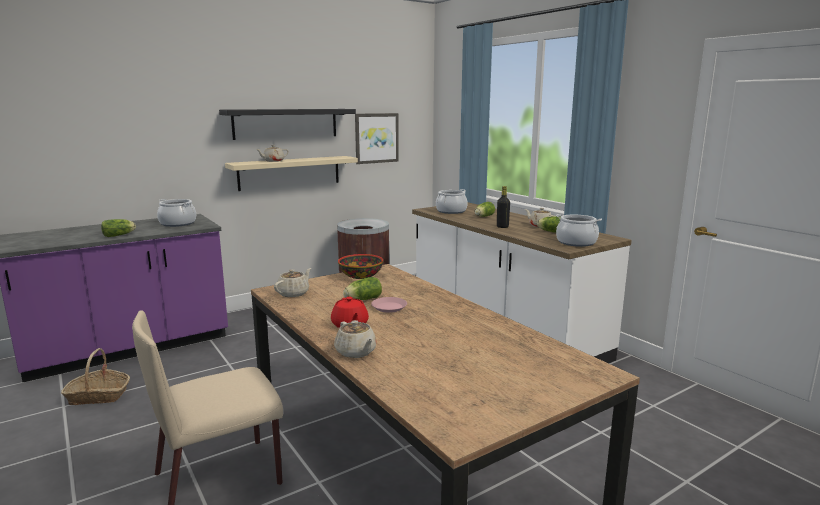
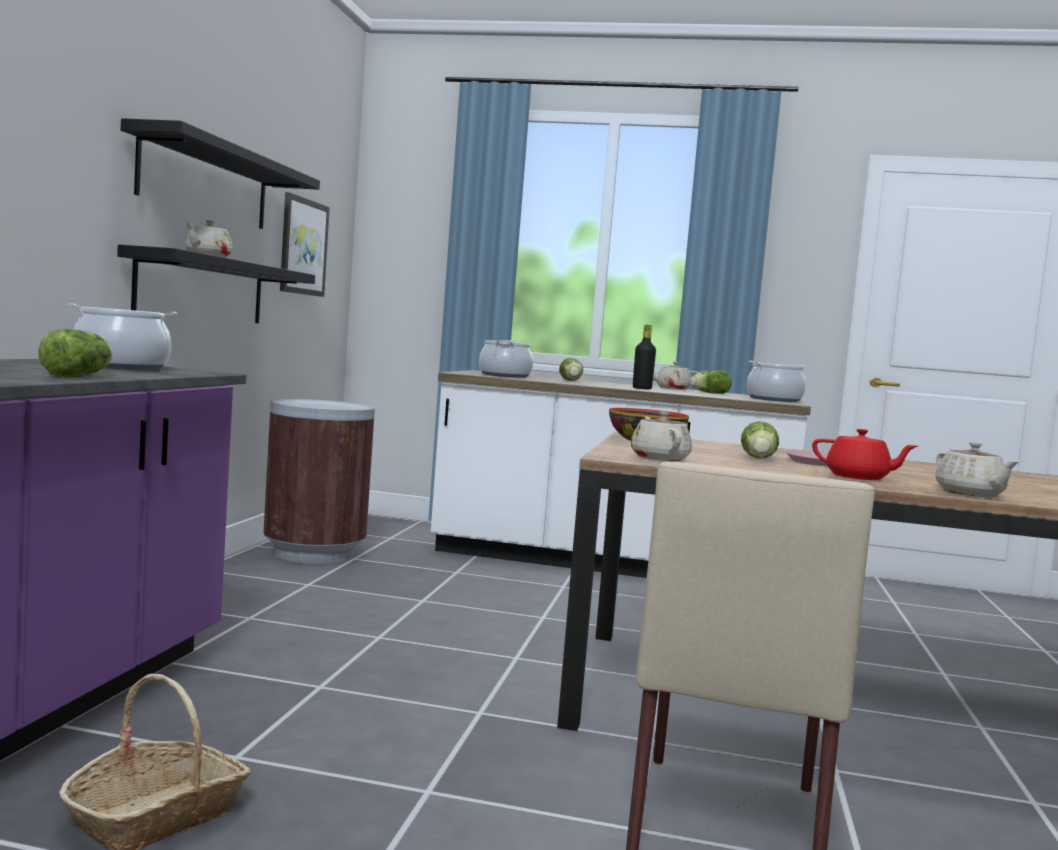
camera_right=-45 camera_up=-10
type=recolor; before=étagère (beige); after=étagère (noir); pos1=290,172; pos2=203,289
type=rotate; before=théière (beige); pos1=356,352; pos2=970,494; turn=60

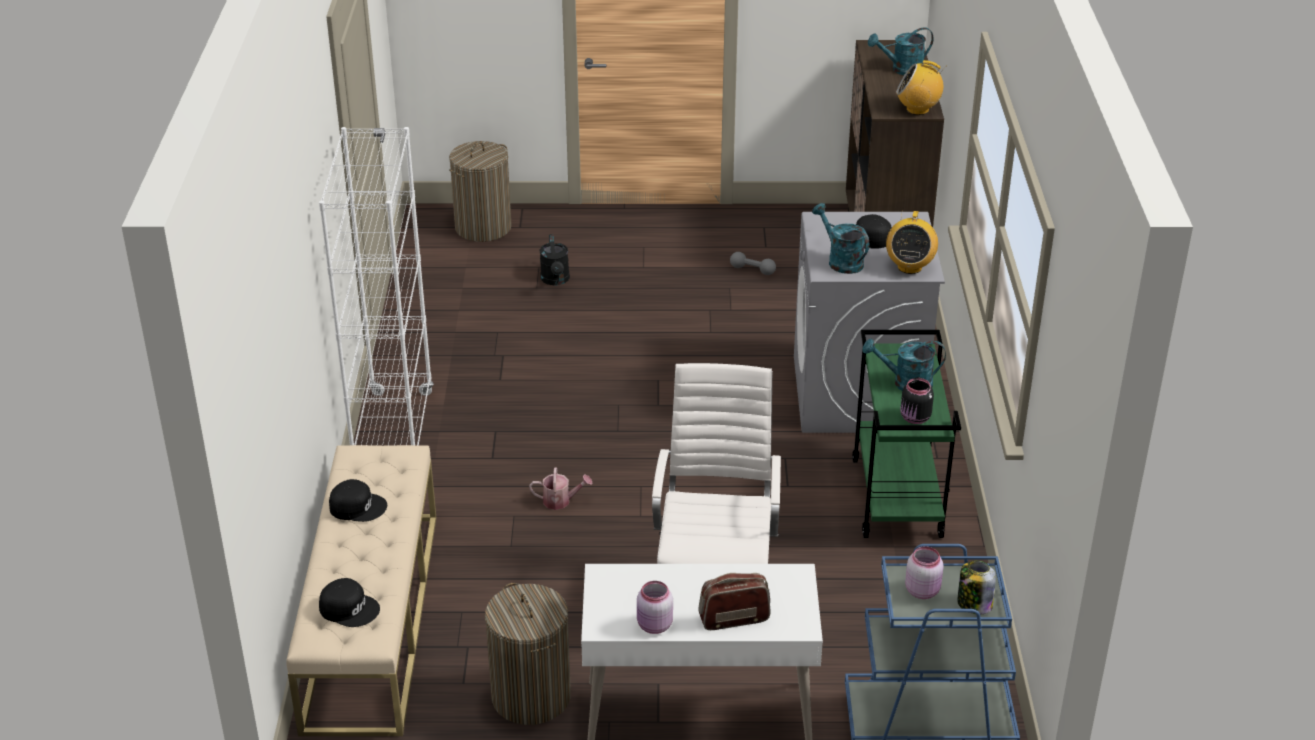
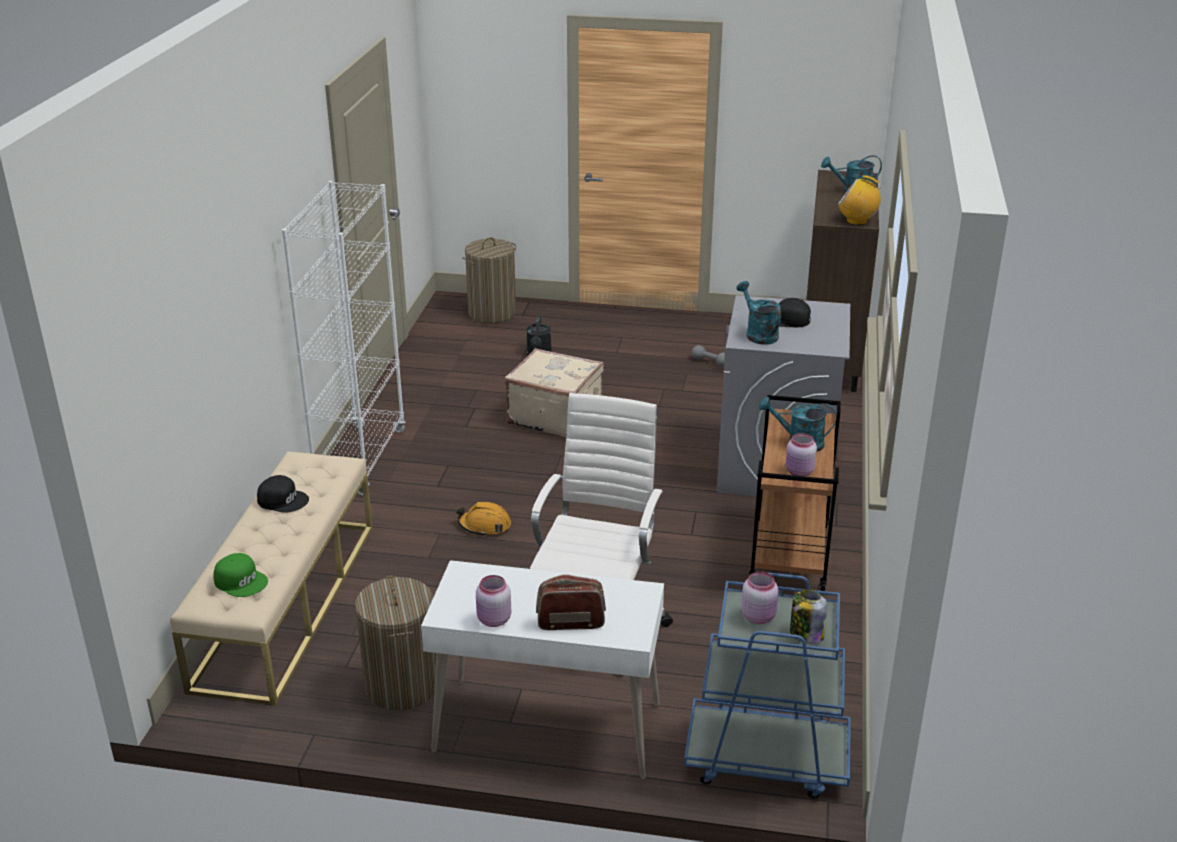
camera_right=10 camera_up=-5
type=recolor; before=casquette (noir); after=casquette (vert); pos1=349,608; pos2=241,581
type=replace; before=arrosoir; after=casque de chantier (orange); pos1=561,501; pos2=485,526
type=recolor; before=chariot (vert); after=chariot (marron); pos1=898,499; pos2=790,555
type=delete; before=radio; pos1=909,267
type=recolor; before=bocal (noir); after=bocal (rose); pos1=915,418; pos2=799,472
type=insert; after=valise (beige); pos2=555,416

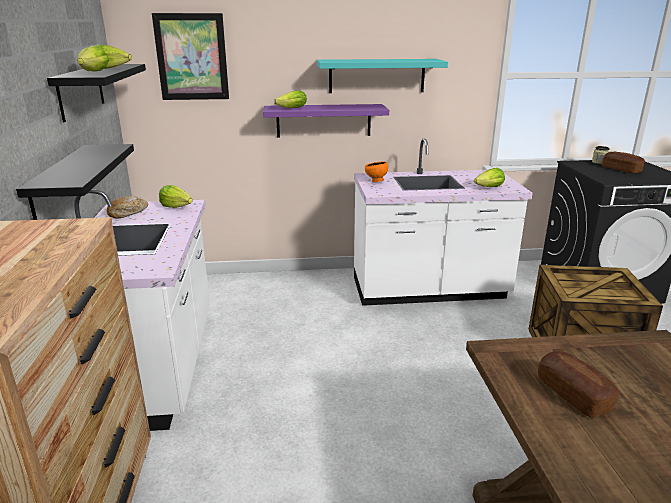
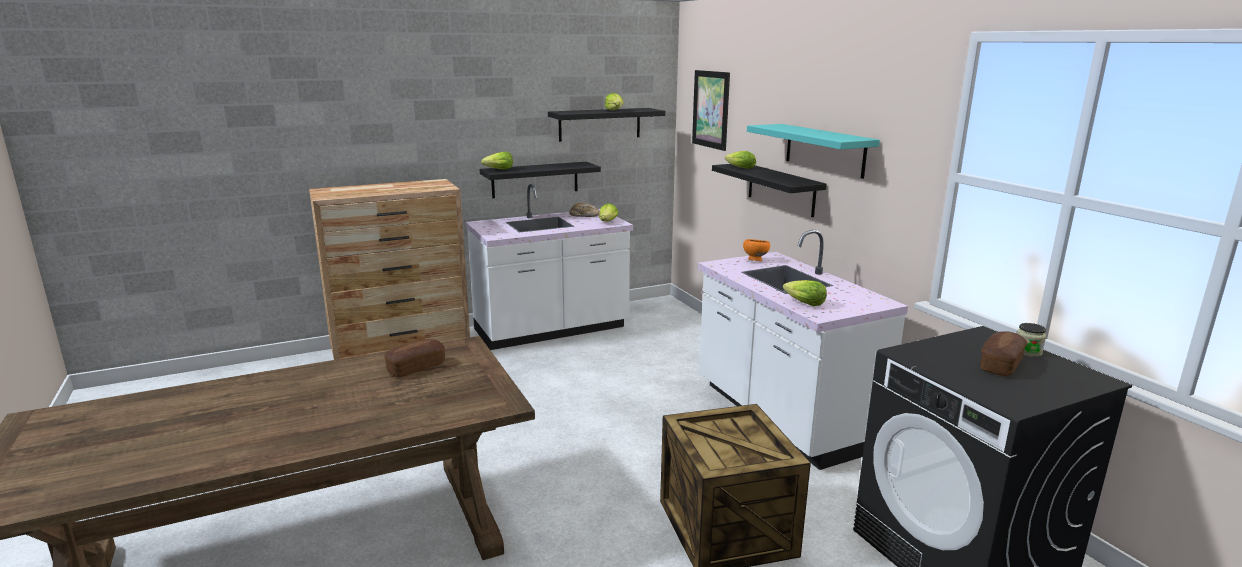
camera_right=70 camera_up=-5
type=move; before=laitue; pos1=94,72; pos2=499,170
type=recolor; before=étagère (violet); after=étagère (noir); pos1=323,120; pos2=781,189

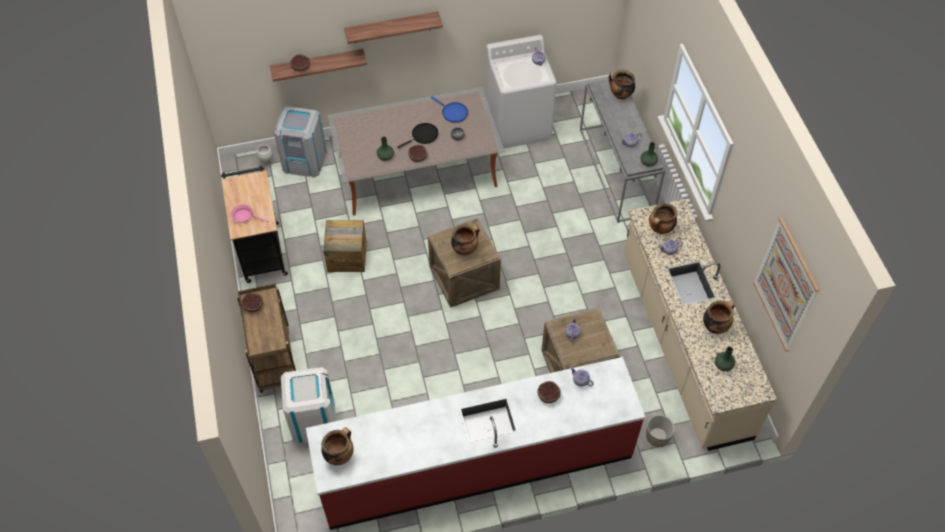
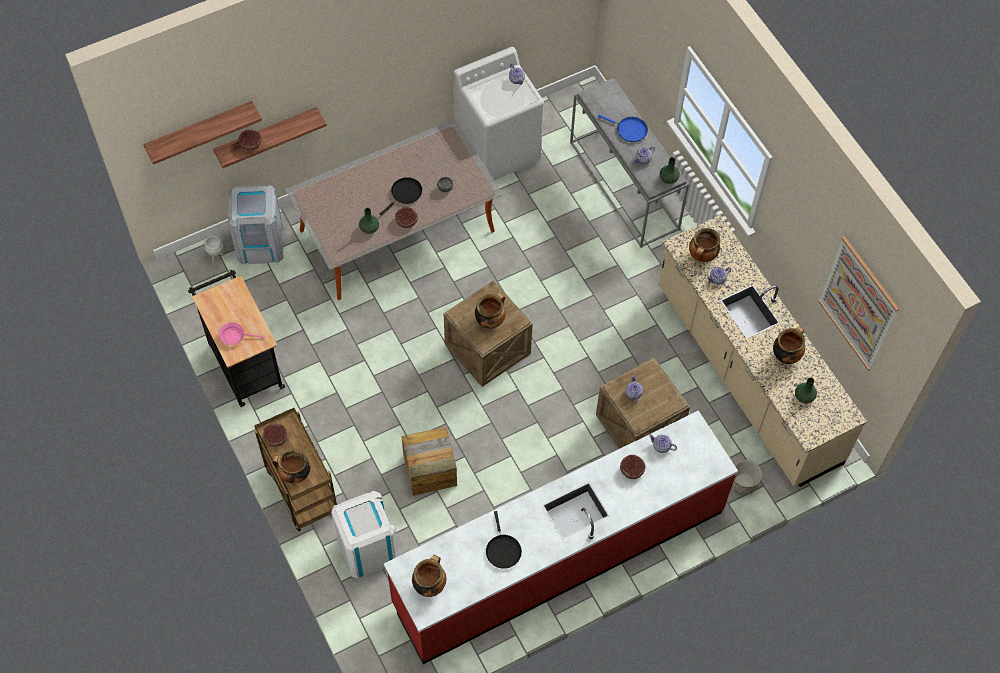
camera_right=-15 camera_up=5
type=move; before=caisse; pos1=347,256; pos2=430,470
type=move; before=étagère; pos1=392,27; pos2=200,130
type=move; before=poêle (bleu); pos1=453,113; pos2=629,130
type=move; before=marmite; pos1=620,95; pos2=294,474
type=insert; after=poêle (noir); pos2=502,550

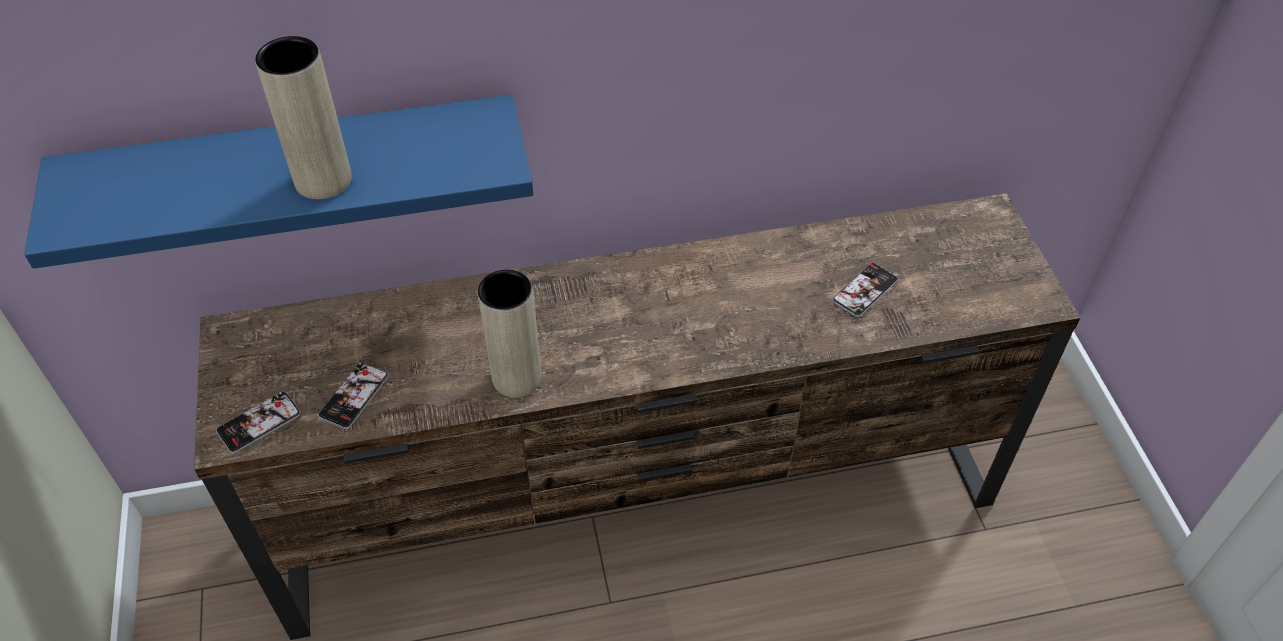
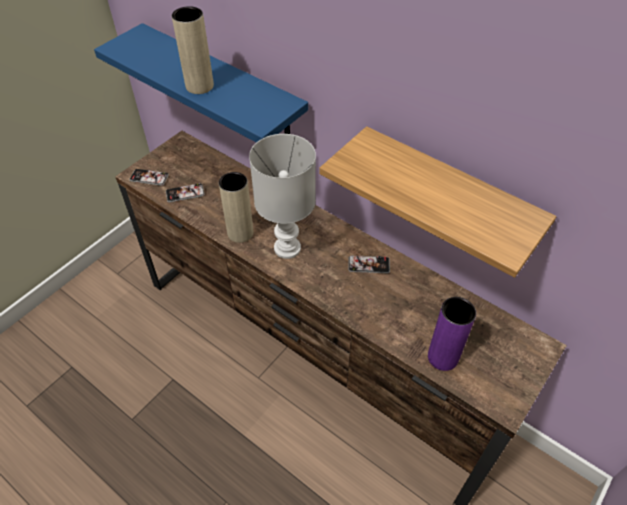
camera_right=50 camera_up=0
type=move; before=téléphone; pos1=865,291; pos2=369,265
type=insert; after=lampe de table (blanc); pos2=286,247
type=insert; after=étagère; pos2=448,195
type=insert; after=vase (violet); pos2=443,357

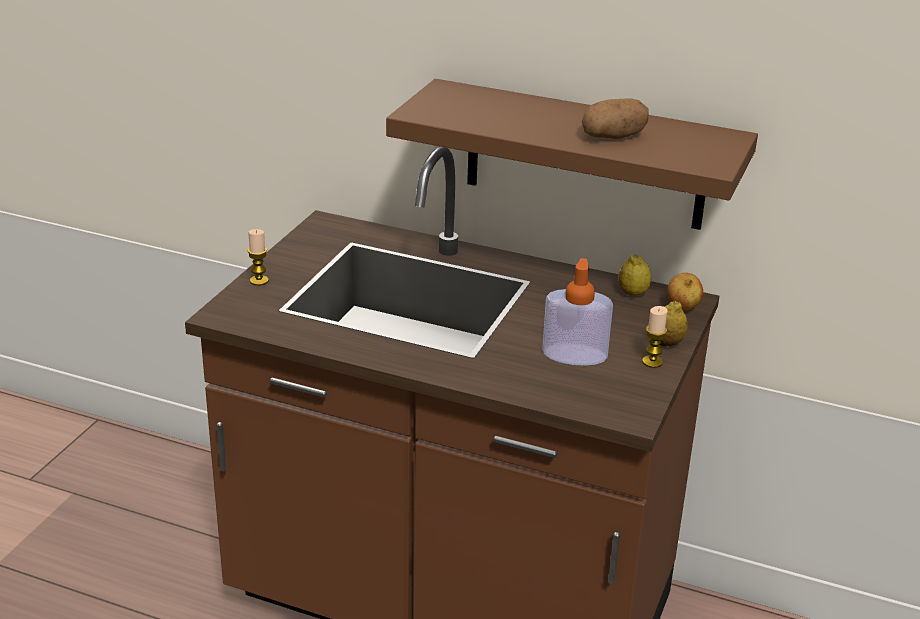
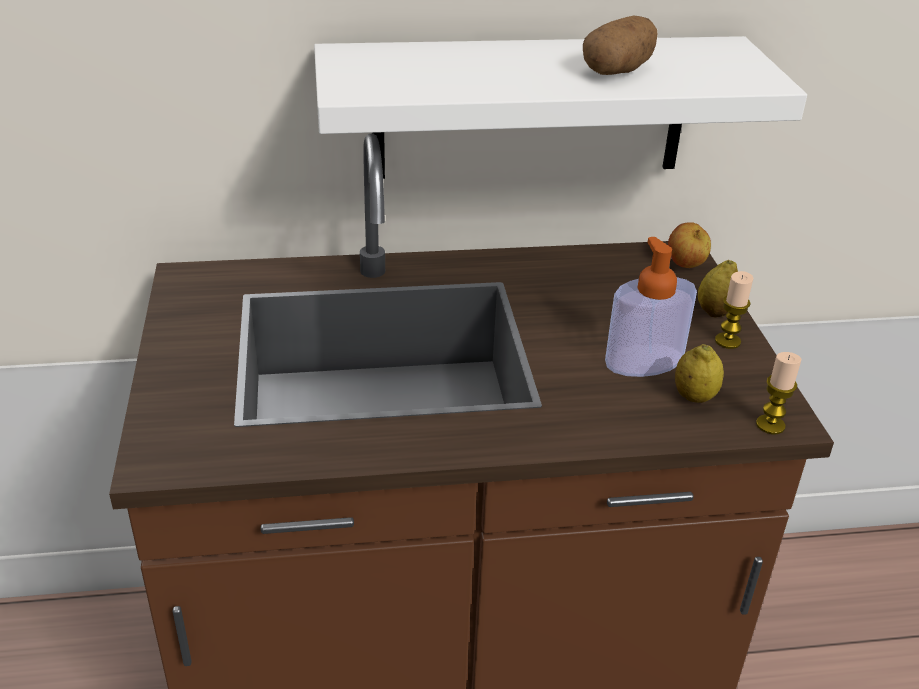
camera_right=-30 camera_up=5
type=move; before=bougie; pos1=259,281; pos2=770,425
type=recolor; before=étagère (marron); after=étagère (blanc); pos1=585,155; pos2=530,108
type=move; before=citron; pos1=633,293; pos2=694,397

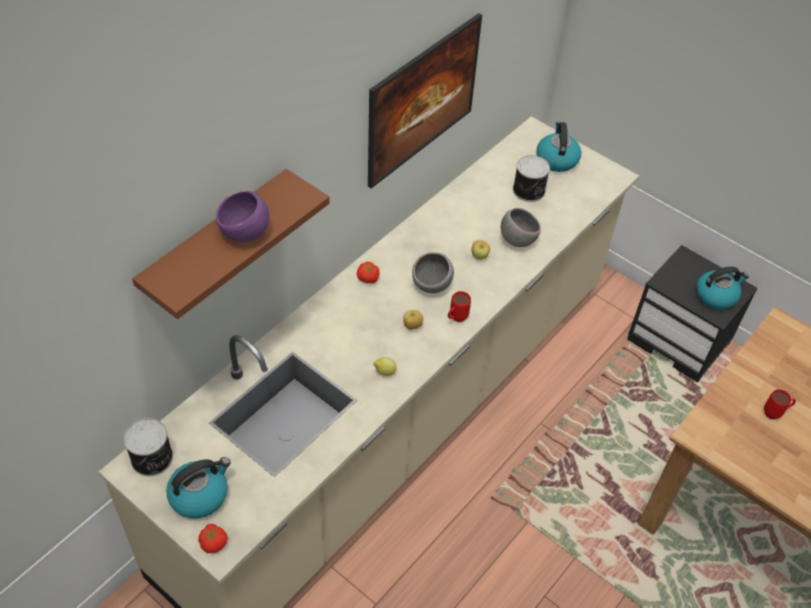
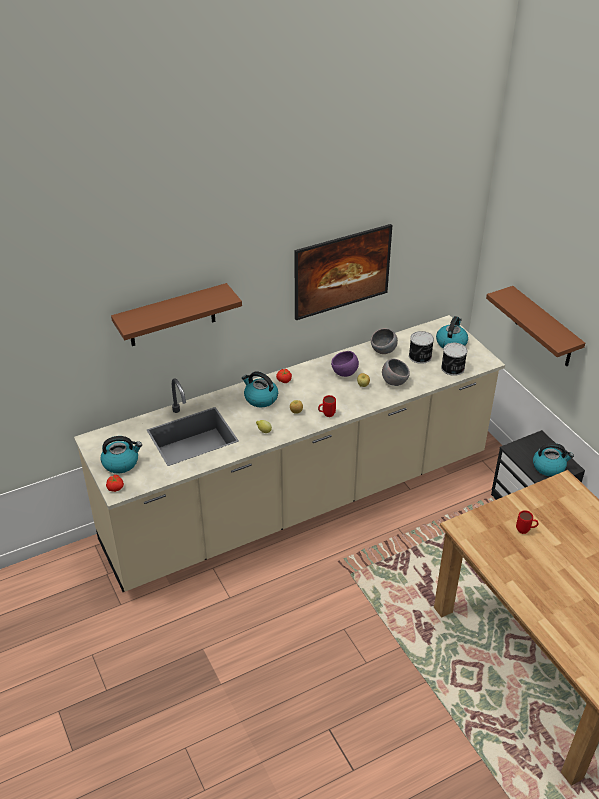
camera_right=25 camera_up=-10
type=move; before=boîte métallique; pos1=152,459; pos2=453,368
type=move; before=bol (violet); pos1=245,234; pos2=344,373
type=move; before=bol (gris); pos1=432,285; pos2=383,351
type=insert; after=bouilloire; pos2=260,398
type=insert; after=étagère (marron); pos2=544,328

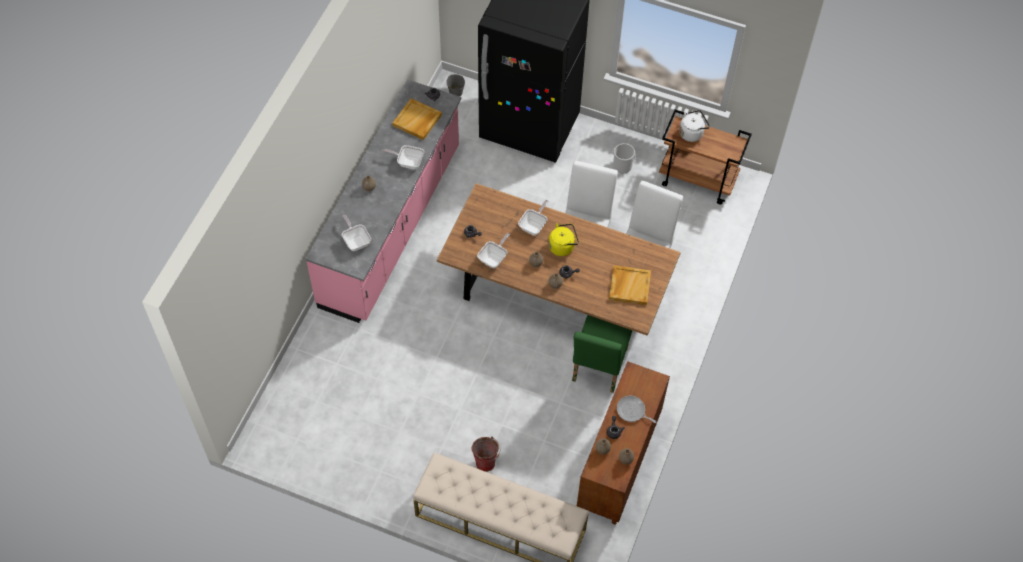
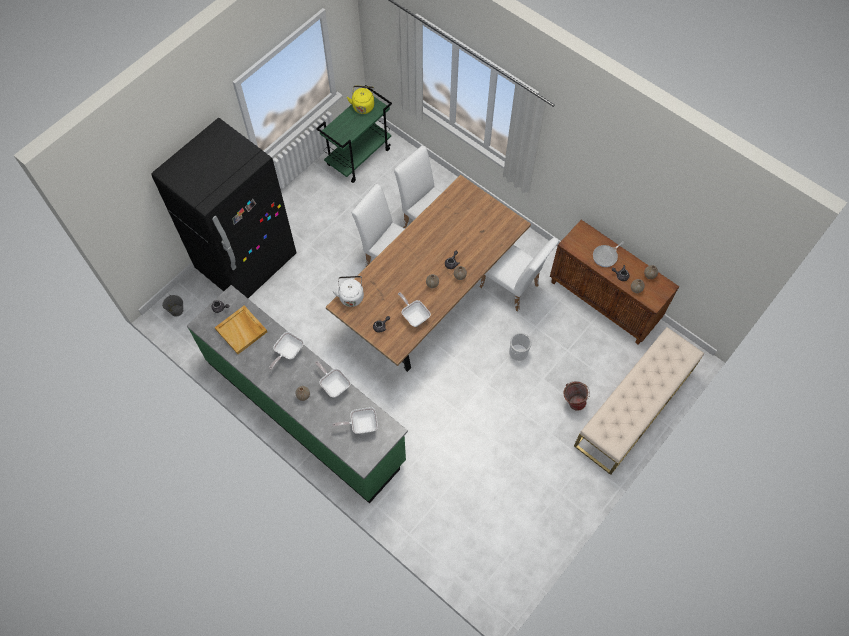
camera_right=-70 camera_up=5
type=recolor; before=comptoir de cuisine (rose); after=comptoir de cuisine (vert); pos1=392,227; pos2=305,410
type=move; before=poêle; pos1=534,225; pos2=334,384
type=move; before=bouilloire (jaune); pos1=563,246; pos2=363,105
type=recolor; before=chaise (vert); after=chaise (blanc); pos1=597,368; pos2=512,289
type=delete; before=plateau (beige); pos1=629,286
type=move; before=seau; pos1=622,166; pos2=518,352
type=recolor; before=chariot (marron); after=chariot (vert); pos1=698,180; pos2=359,156
type=move; before=bouilloire (blanc); pos1=692,133; pos2=351,296

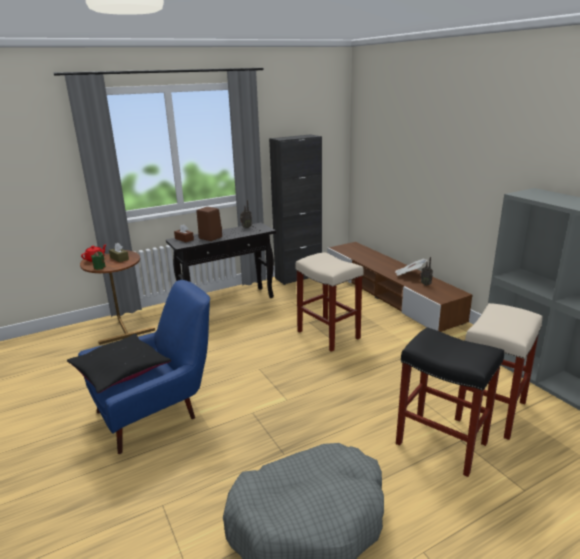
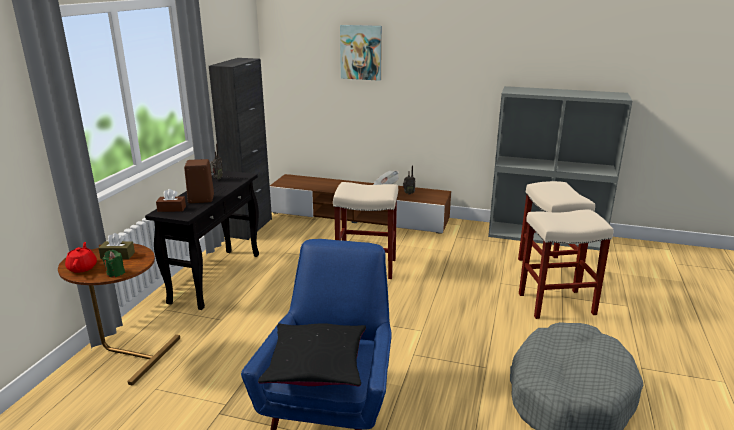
camera_right=-45 camera_up=0
type=recolor; before=tabouret (noir); after=tabouret (beige); pos1=442,443; pos2=557,303
type=insert; after=tableau; pos2=361,52

